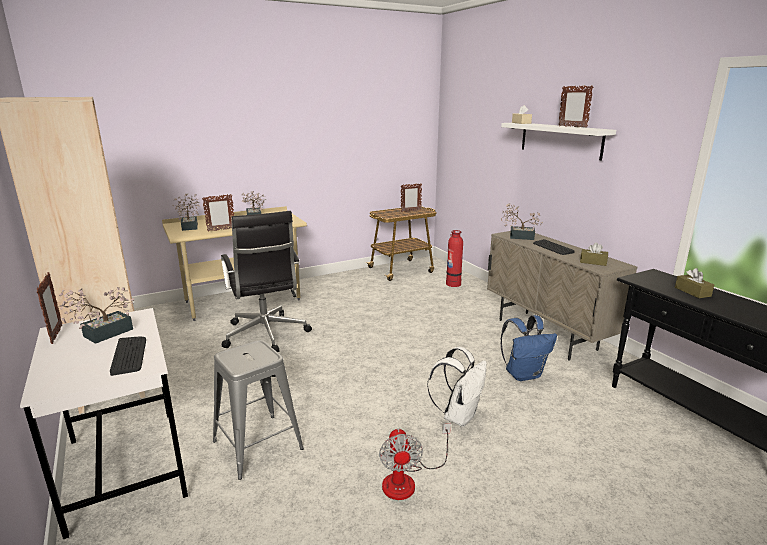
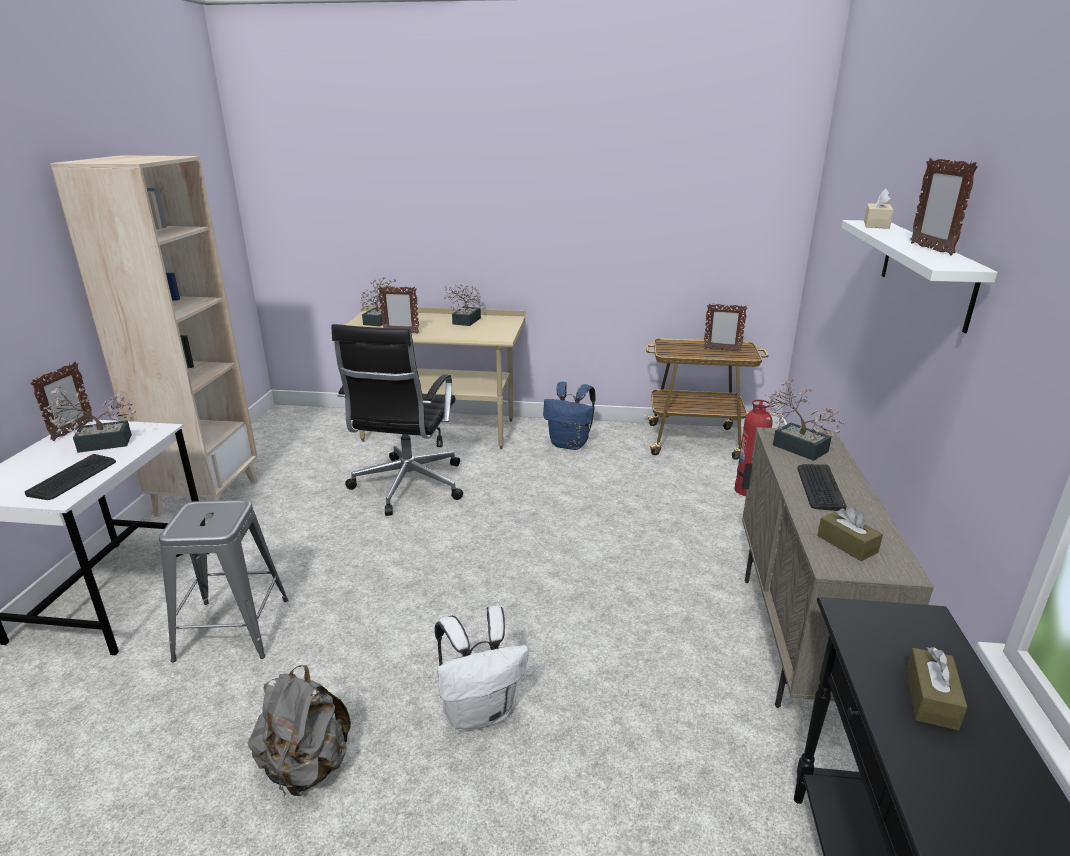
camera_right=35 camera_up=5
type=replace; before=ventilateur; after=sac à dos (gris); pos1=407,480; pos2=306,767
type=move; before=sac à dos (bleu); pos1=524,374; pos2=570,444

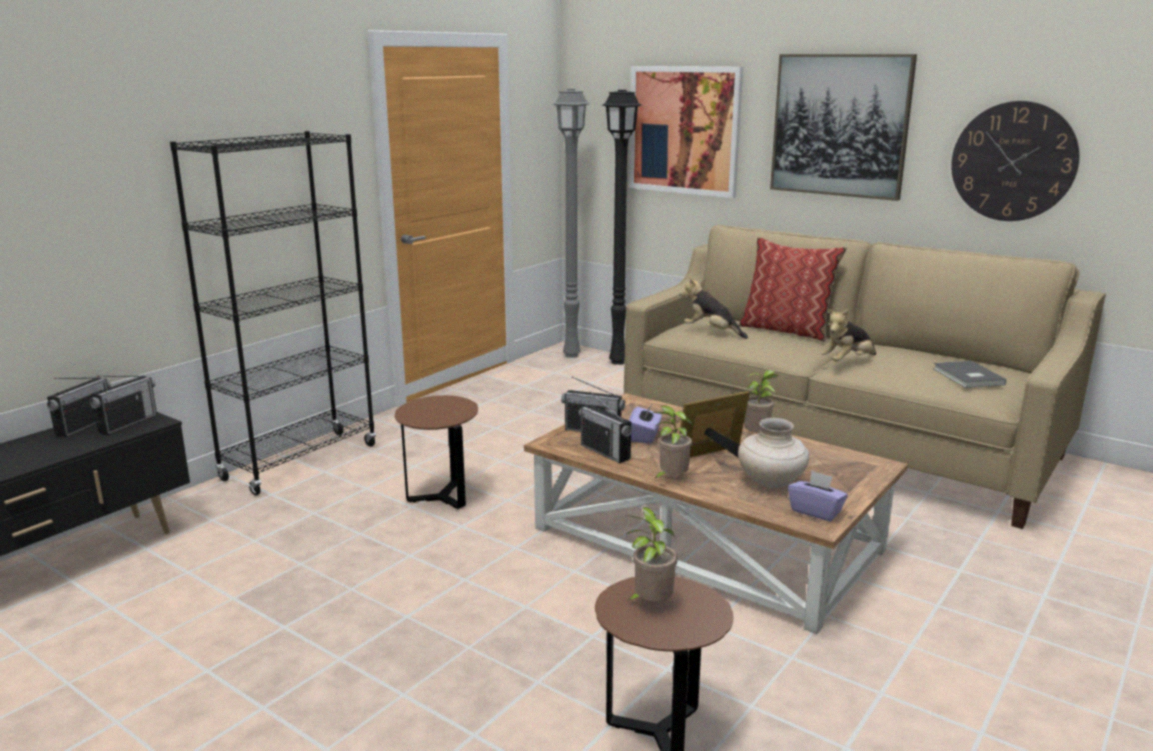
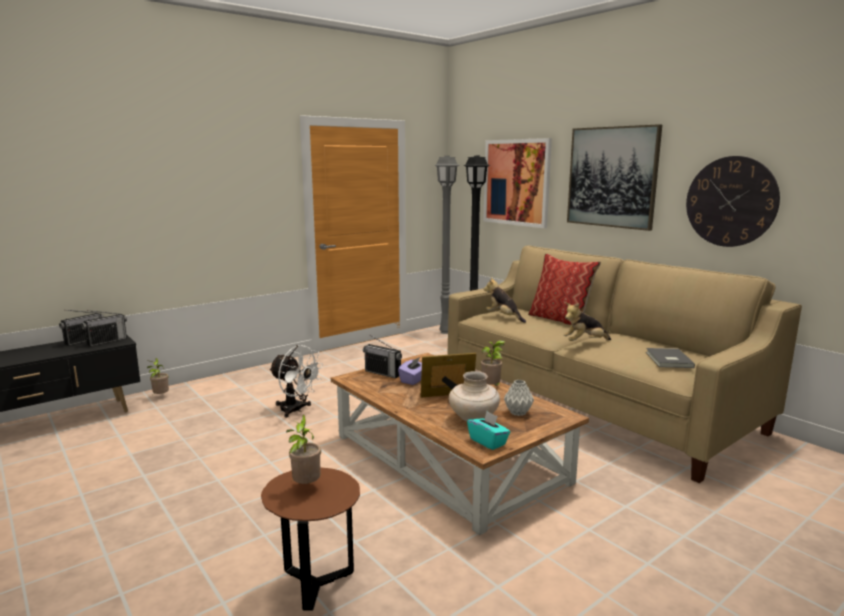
camera_right=15 camera_up=-5
type=delete; before=bibliothèque (noir); pos1=300,462
type=replace; before=table d'appoint (marron); after=ventilateur (blanc); pos1=441,497; pos2=296,410
type=delete; before=radio; pos1=605,452
type=move; before=plante en pot; pos1=671,479; pos2=160,396
type=recolor; before=boîte à mouchoirs (violet); after=boîte à mouchoirs (turquoise); pos1=816,511; pos2=488,442
type=insert; after=vase (gris); pos2=518,412

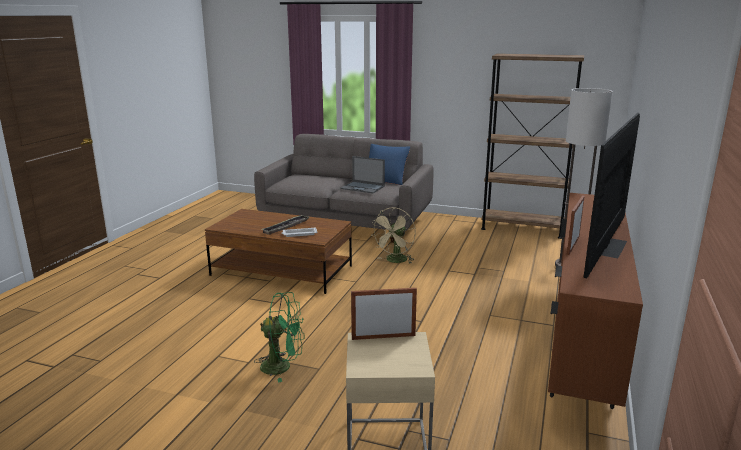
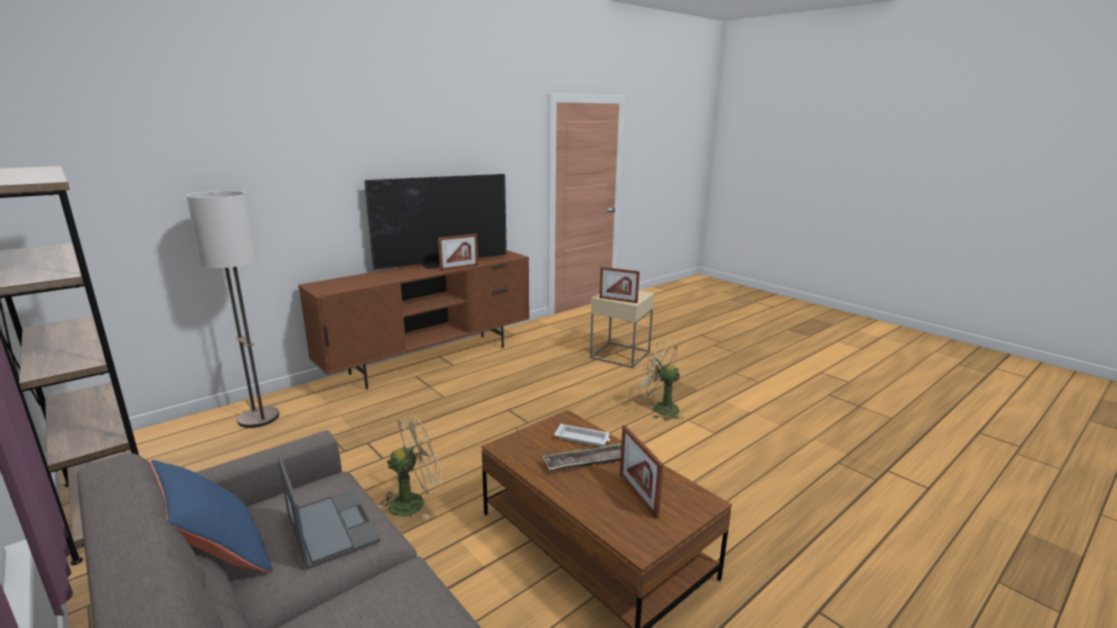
camera_right=-150 camera_up=0
type=recolor; before=ventilateur (vert); after=ventilateur (beige); pos1=282,366; pos2=659,408
type=insert; after=cadre photo; pos2=638,495

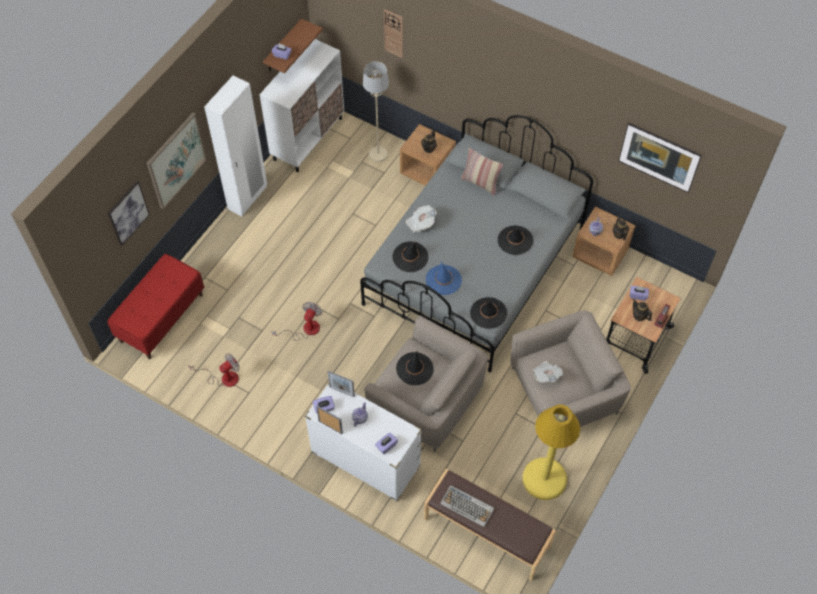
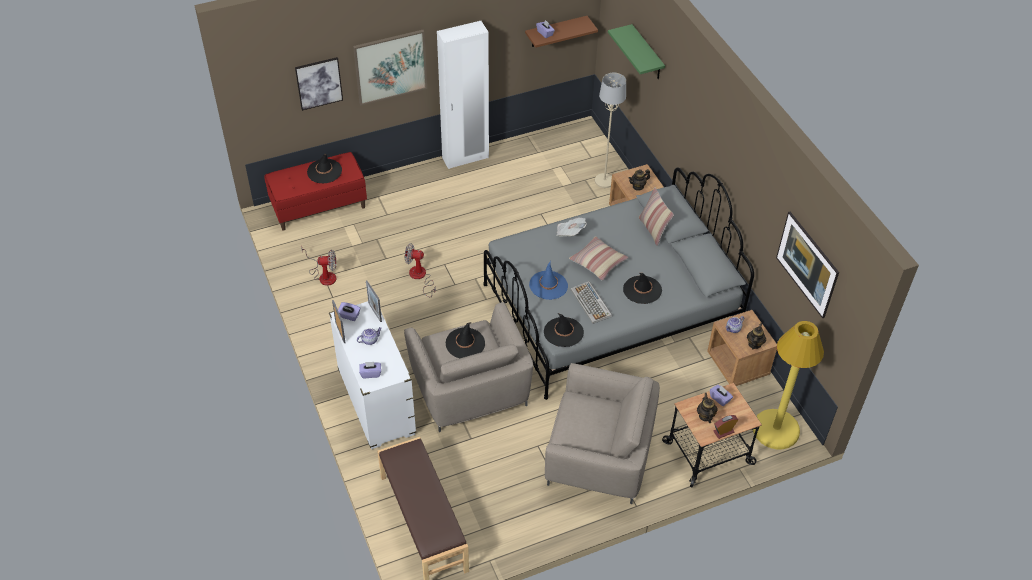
camera_right=35 camera_up=-10
type=delete; before=meuble de rangement (blanc); pos1=308,138
type=rotate; before=ventilateur; pos1=305,330; pos2=420,277; turn=-135
type=replace; before=horloge murale; after=étagère (vert); pos1=394,33; pos2=647,53
type=move; before=chapeau (noir); pos1=410,257; pos2=324,171
type=move; before=clavier; pos1=467,506; pos2=591,303
type=move; before=lampadaire (jaune); pos1=544,479; pos2=776,430
type=delete; before=journal; pos1=546,375
type=insert; after=coussin; pos2=598,262

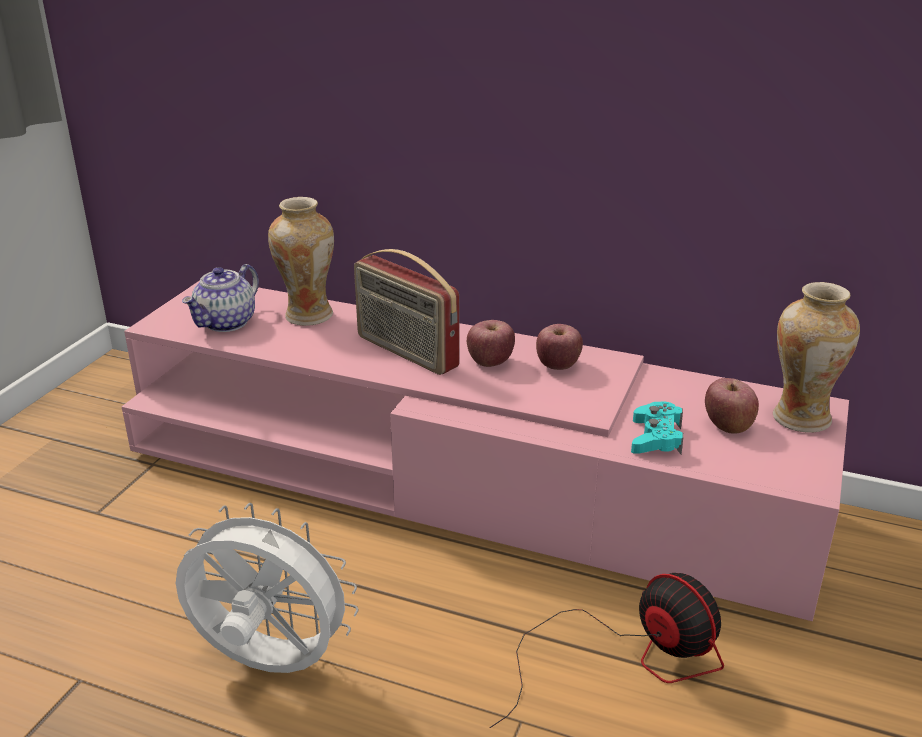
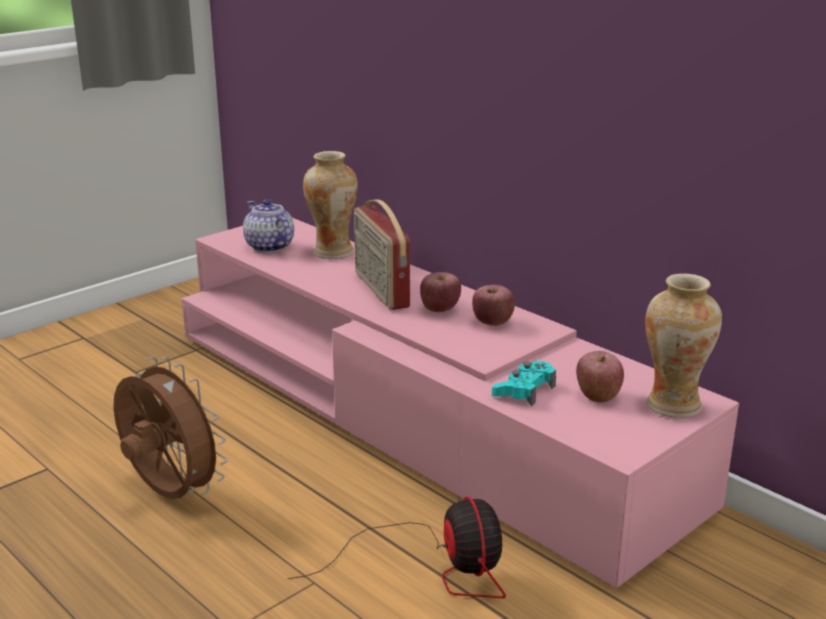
camera_right=25 camera_up=-5
type=recolor; before=ventilateur (blanc); after=ventilateur (marron); pos1=268,665; pos2=169,494
type=rotate; before=théière; pos1=226,323; pos2=268,246; turn=90

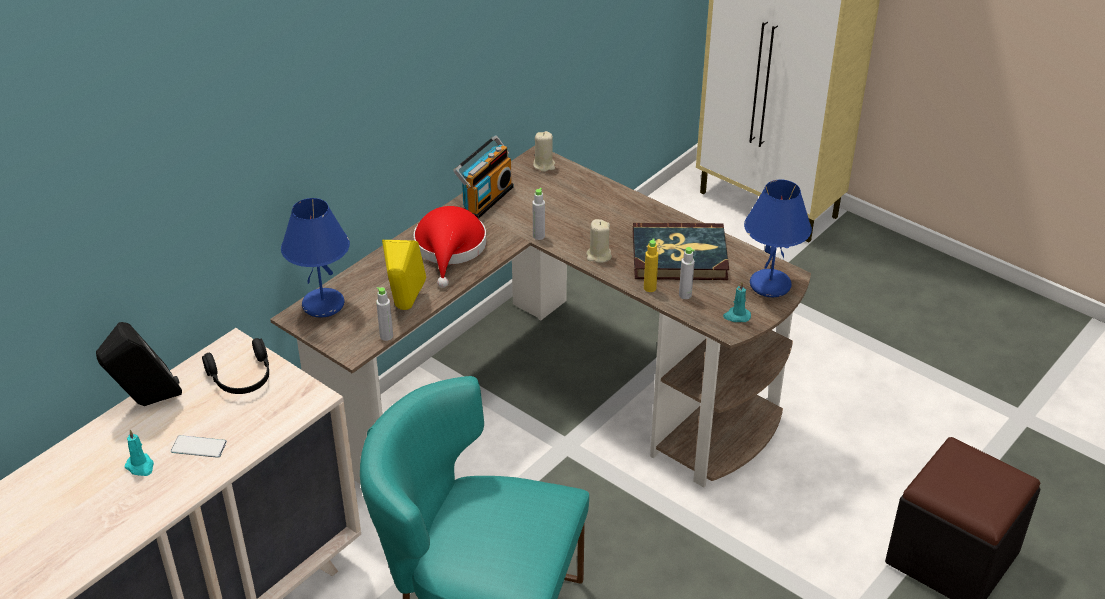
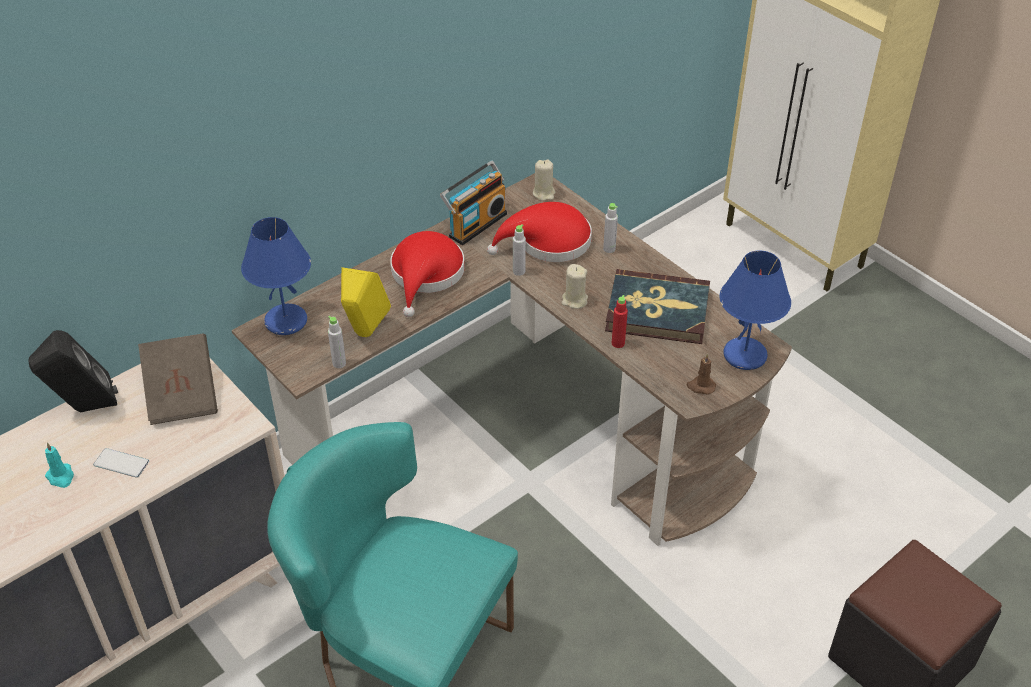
camera_right=10 camera_up=5
type=replace; before=casque audio (noir); after=livre (marron); pos1=242,378; pos2=182,394
type=recolor; before=bouteille (jaune); after=bouteille (rouge); pos1=649,288; pos2=618,343
type=move; before=bouteille (gris); pos1=685,295; pos2=609,249
type=recolor; before=bougie (turquoise); after=bougie (marron); pos1=736,316; pos2=700,386
type=insert; after=chapeau (rouge); pos2=548,242

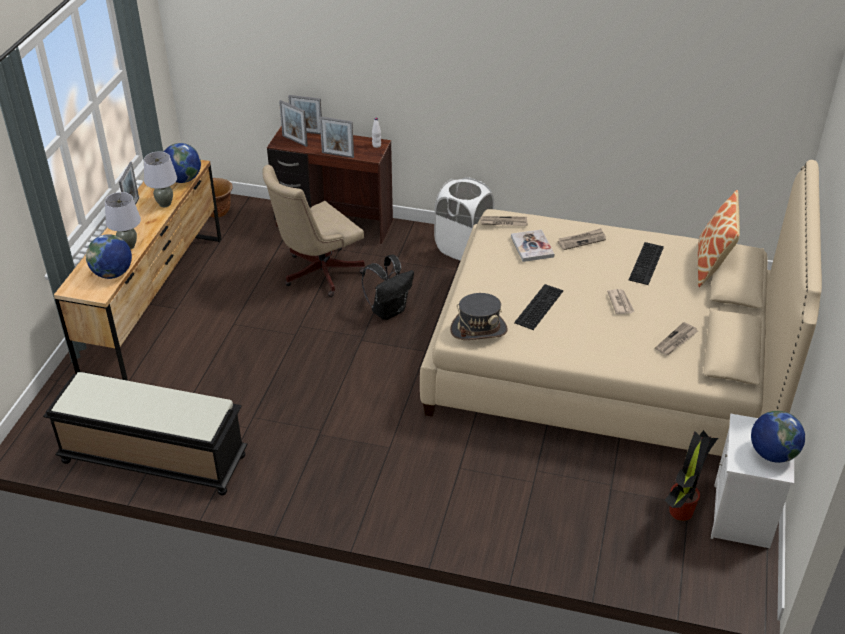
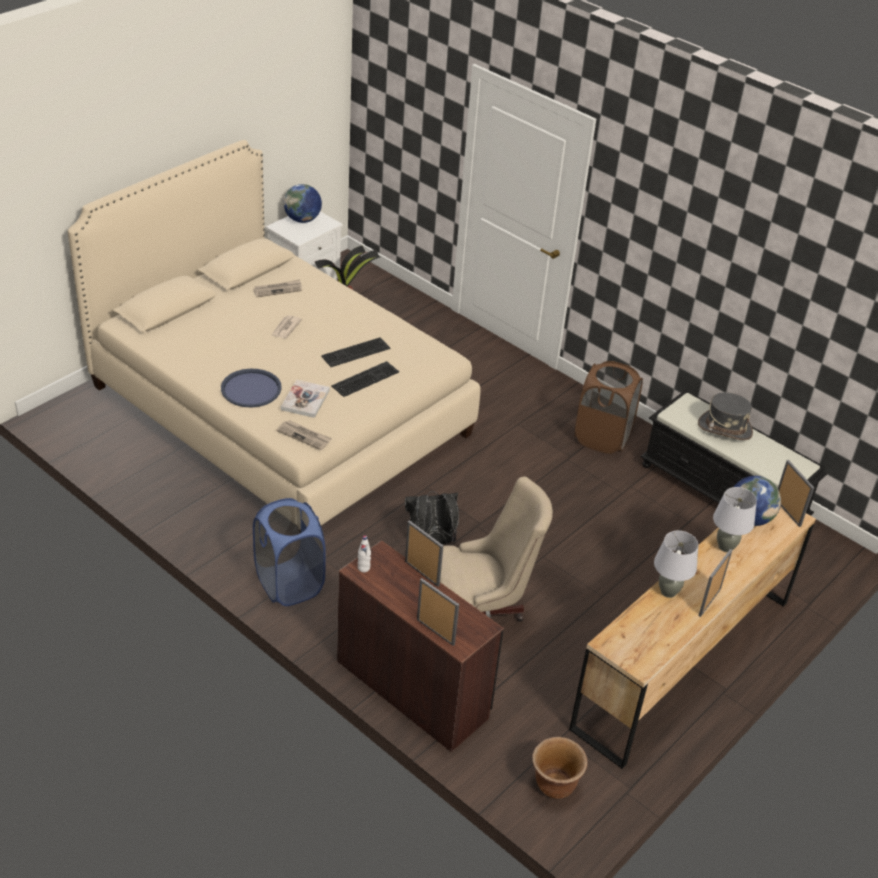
camera_right=-155 camera_up=0
type=delete; before=globe; pos1=183,179
type=move; before=cadre photo; pos1=294,141; pos2=787,512
type=recolor; before=panier à linge (blanc); after=panier à linge (bleu); pos1=463,247; pos2=289,583
type=move; before=chapeau (gris); pos1=479,329; pos2=724,428
type=replace; before=journal; after=plateau (bleu); pos1=581,240; pos2=251,389
type=move; before=clavier; pos1=647,264; pos2=365,378
type=delete; before=coussin; pos1=712,265
type=insert; after=panier à linge (marron); pos2=602,437

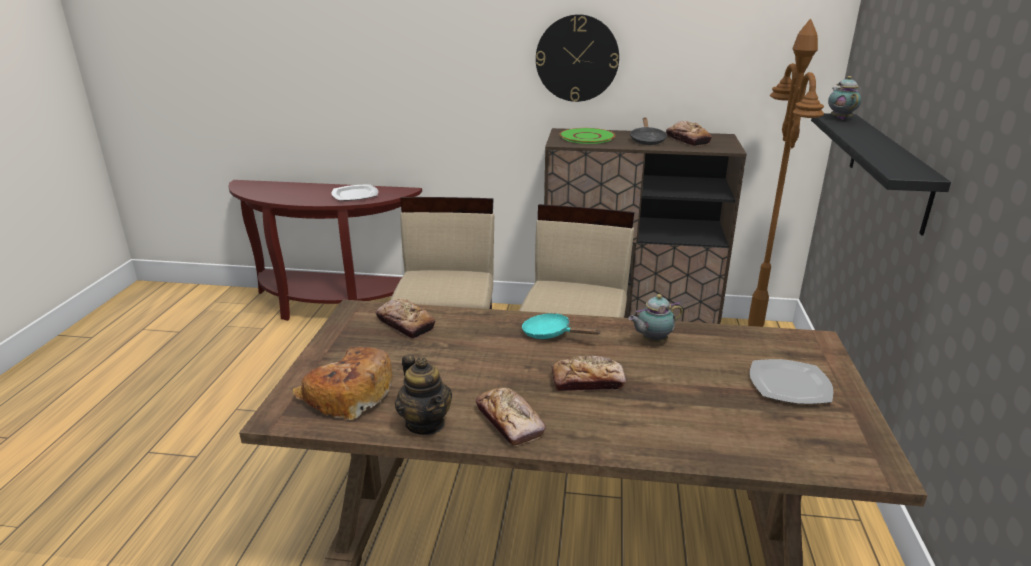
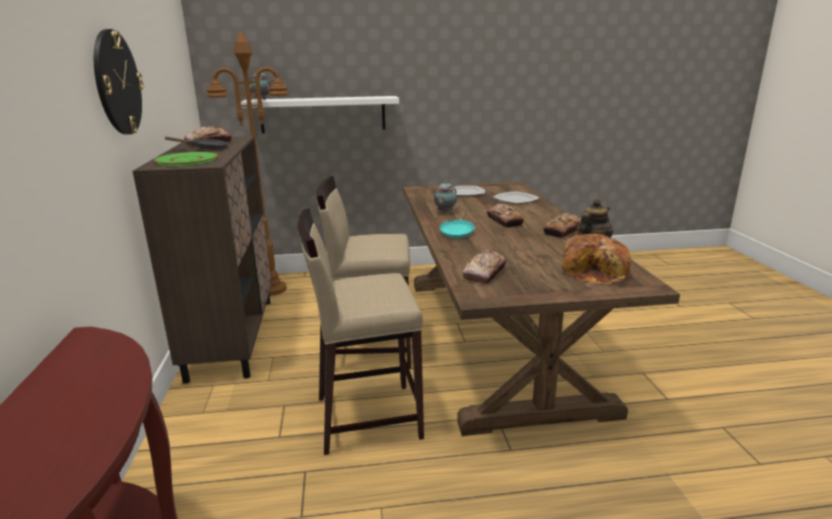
camera_right=-105 camera_up=-5
type=move; before=assiette; pos1=354,195; pos2=515,200
type=rotate; before=théière; pos1=652,341; pos2=444,212; turn=75
type=recolor; before=étagère (noir); after=étagère (blanc); pos1=889,169; pos2=323,114

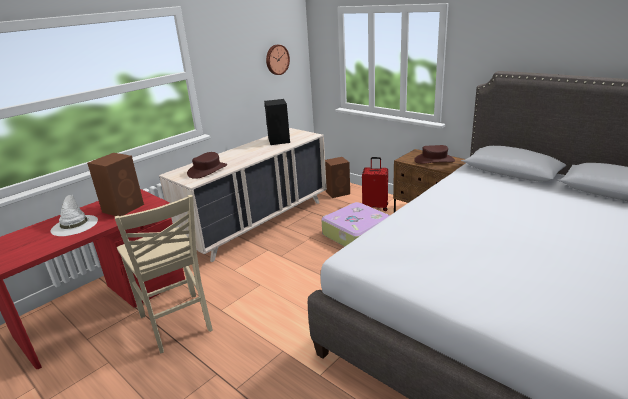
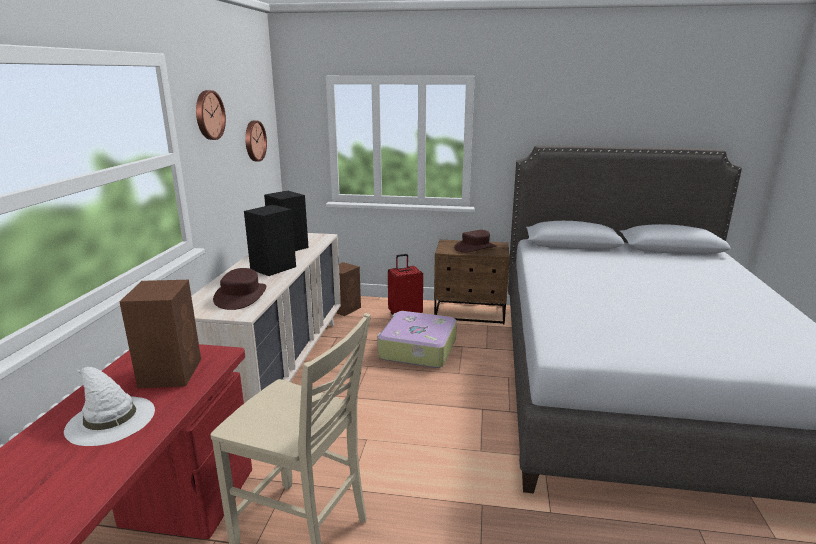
camera_right=-35 camera_up=-5
type=insert; after=horloge murale; pos2=208,115
type=insert; after=enceinte (noir); pos2=274,267

